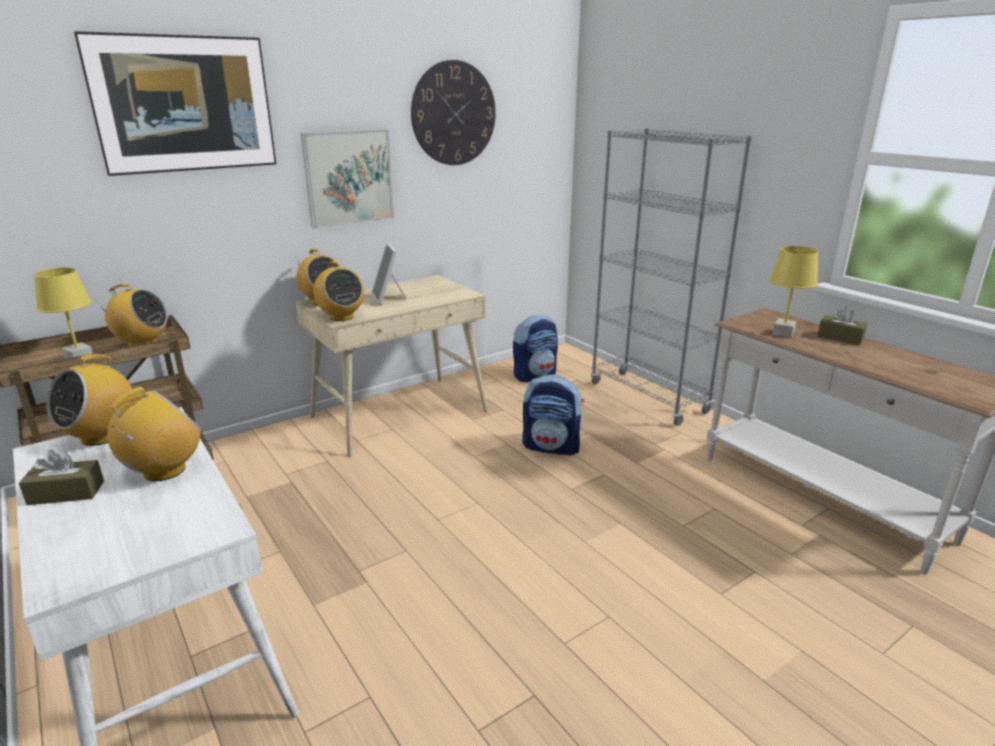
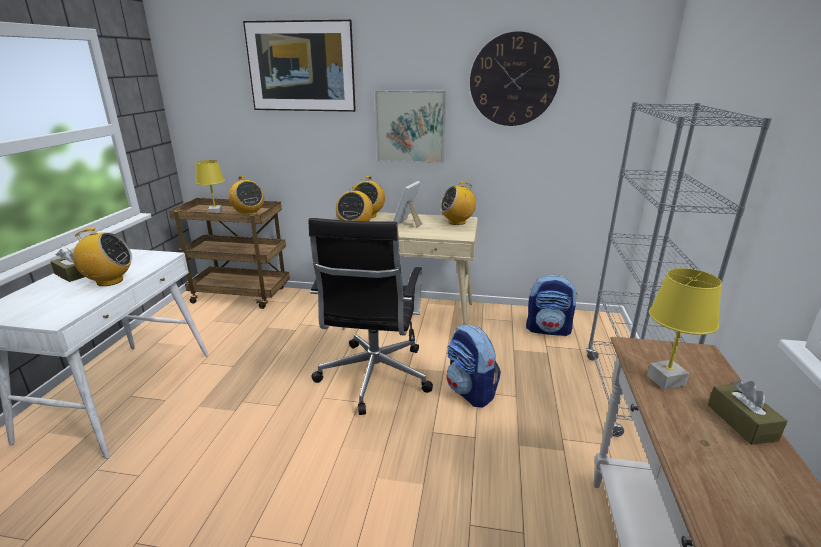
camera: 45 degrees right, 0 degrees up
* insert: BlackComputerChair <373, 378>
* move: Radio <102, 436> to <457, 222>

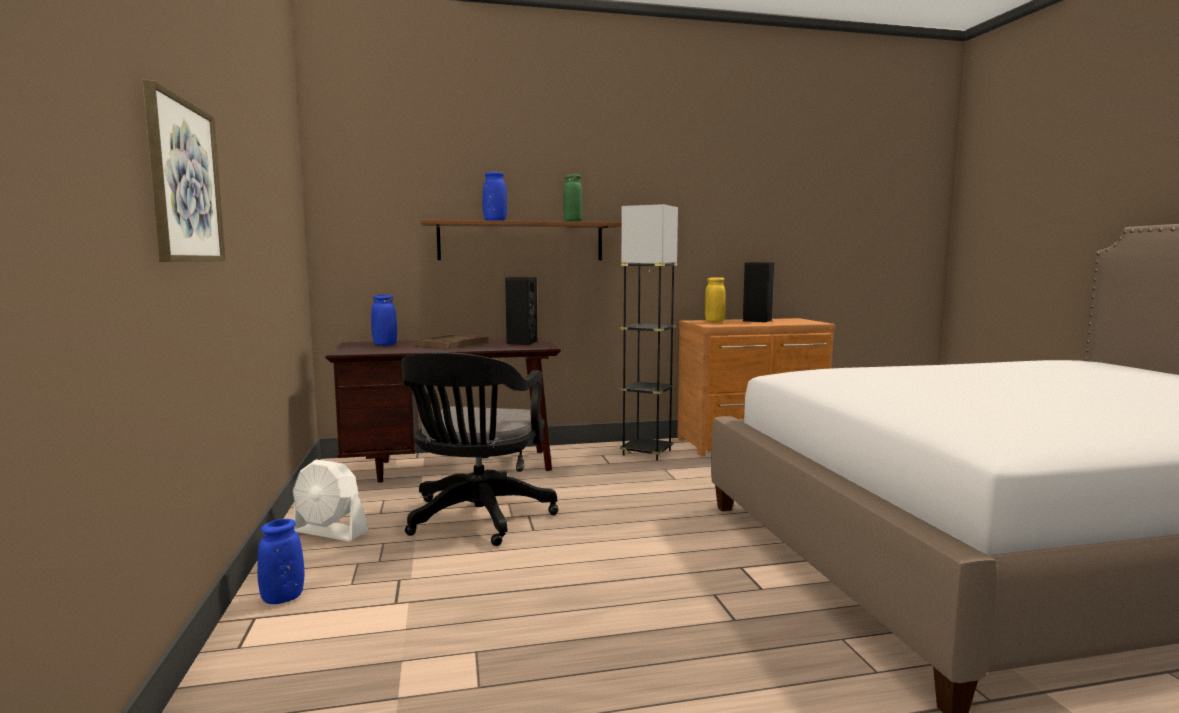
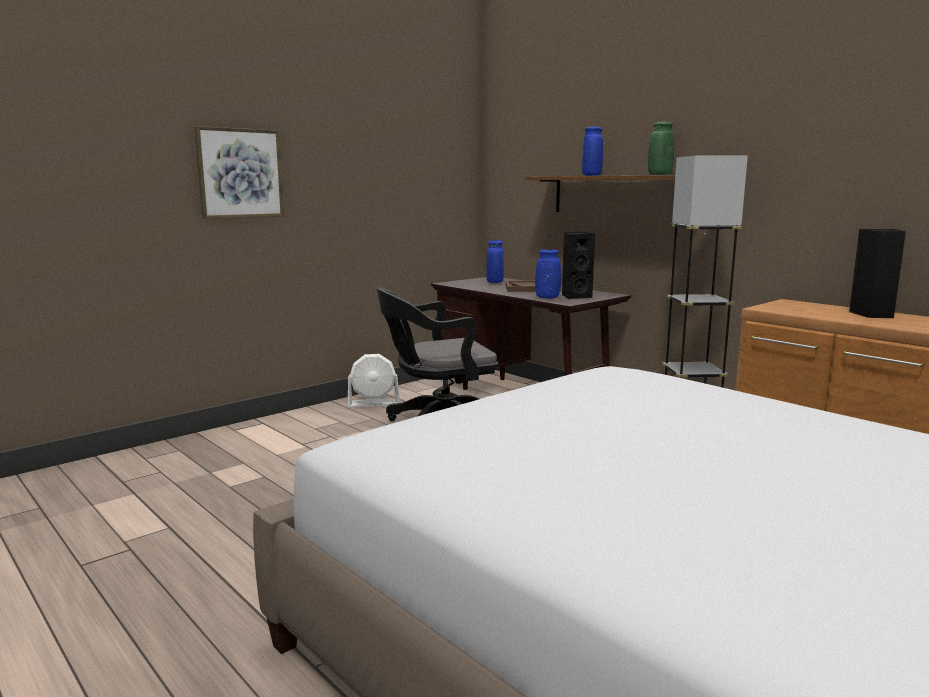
camera: 60 degrees right, 5 degrees up
* delete: YellowColouredDecorativeVase <714, 321>
* move: BlueDecorativeVase <283, 598> to <547, 297>
* rotate: WhiteColouredCoolingFan <330, 531> = <373, 403> 90 degrees counterclockwise

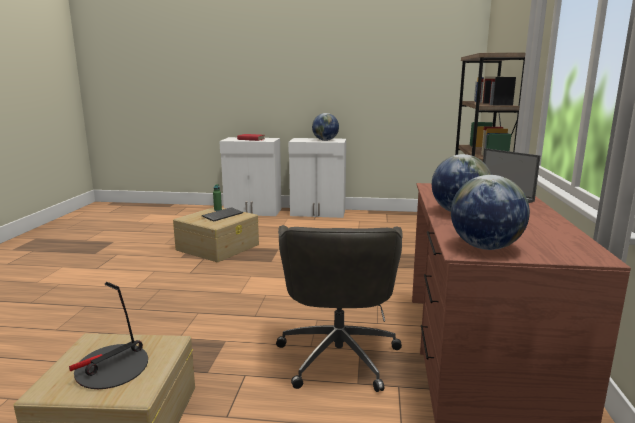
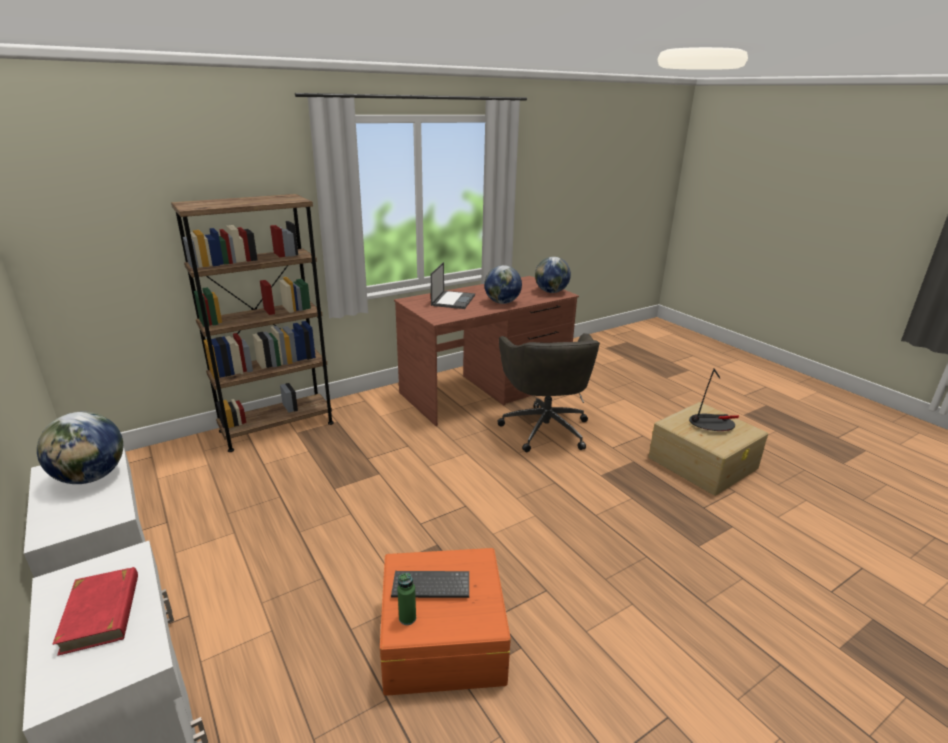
camera: 130 degrees left, 10 degrees up
* recolor: BeigeColouredStorageBox <218, 247> to OrangeyStorageBox <441, 637>
* rotate: GrayComputerChair <338, 354> = <545, 428> 120 degrees clockwise

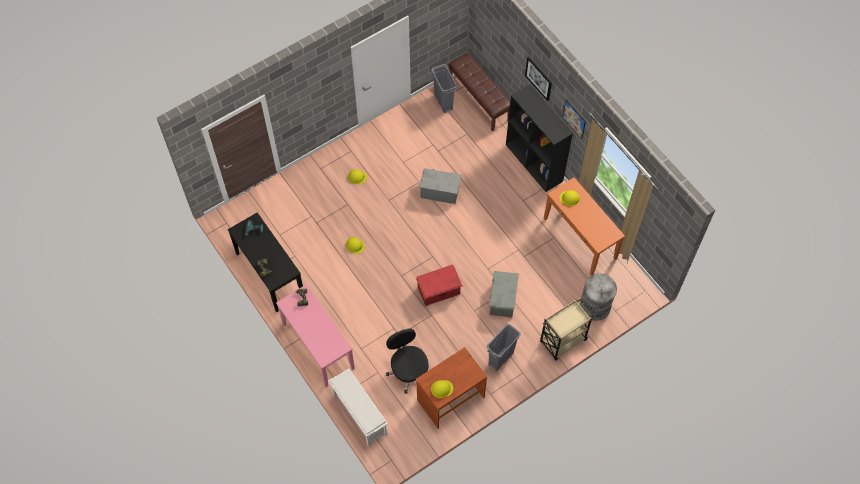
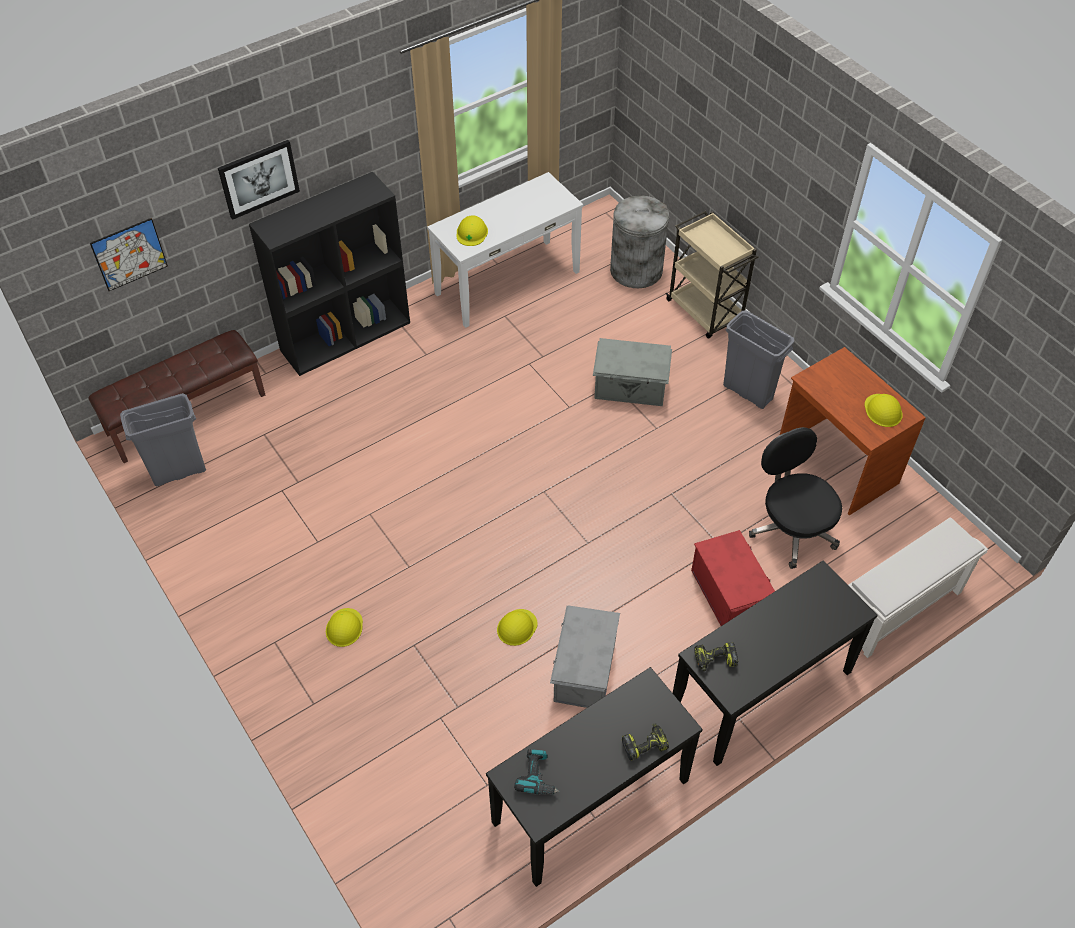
camera: 90 degrees left, 10 degrees down
* move: ReddishStorageBox <439, 291> to <729, 593>
* move: GrayStorageBox <439, 191> to <583, 670>
* move: WallArt <574, 119> to <129, 254>
* recolor: PinkColouredHallTable <318, 346> to BlackHallTable <761, 691>
* recolor: OrangeyHallTable <580, 238> to WhiteColouredHallTable <507, 282>
* rotate: BlackComputerChair <408, 370> = <791, 529> 90 degrees clockwise

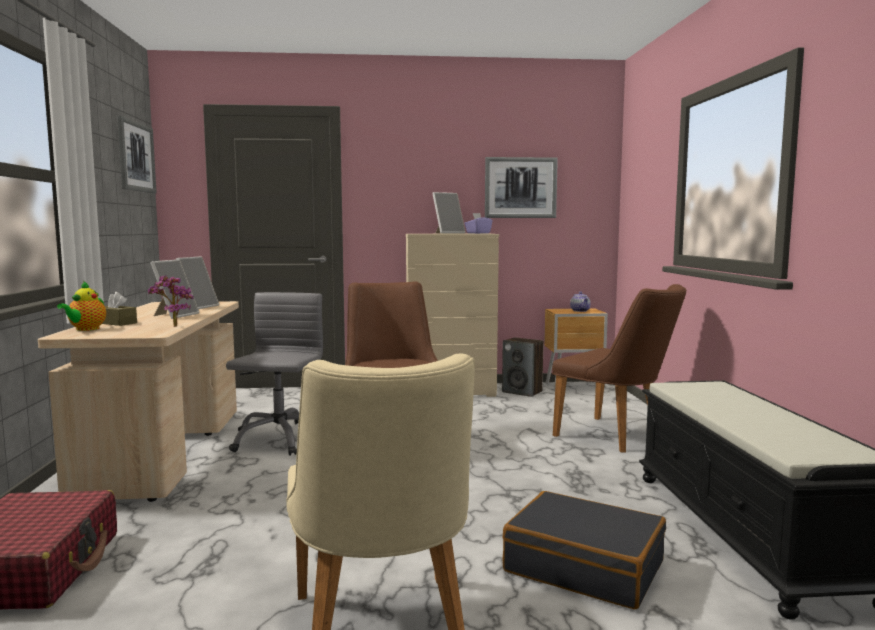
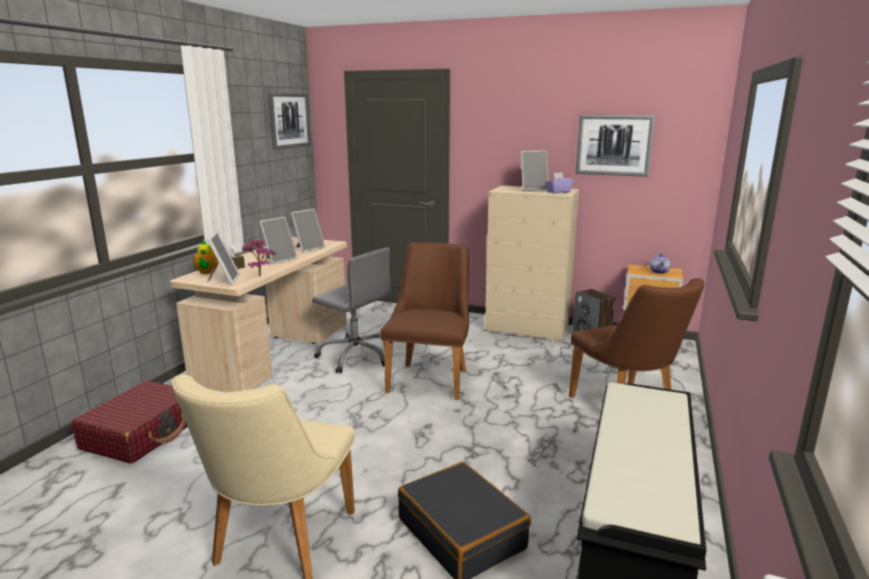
camera: 25 degrees right, 10 degrees up
* insert: PhotoFrame <224, 280>
* rotate: PotForTea <86, 329> = <207, 272> 45 degrees counterclockwise
* rotate: GrayComputerChair <279, 439> = <356, 356> 90 degrees clockwise

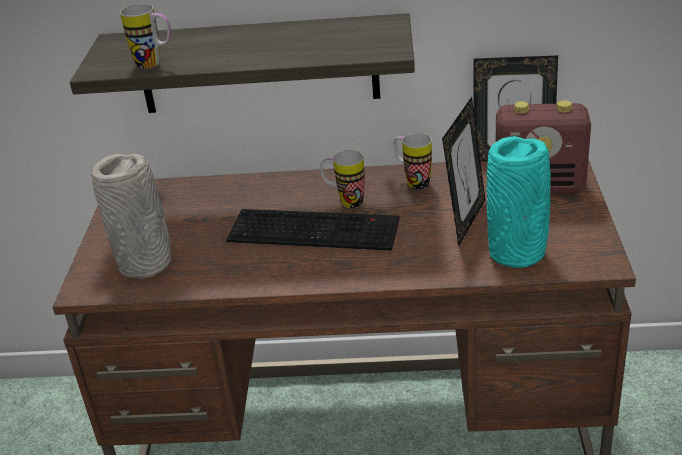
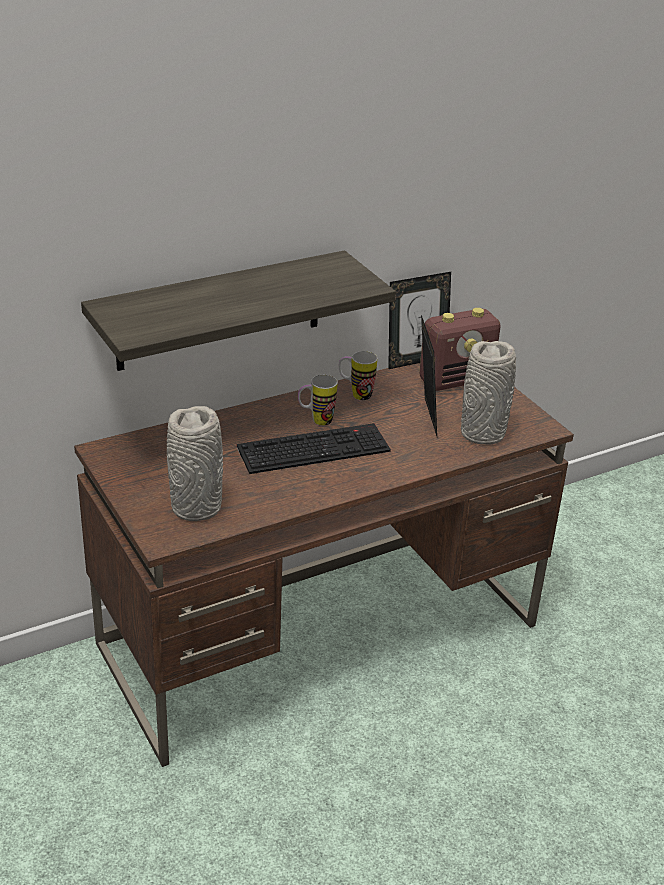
camera: 35 degrees left, 0 degrees up
* delete: TeaMug <155, 64>
* recolor: TurquoiseColouredDecorativeVase <518, 253> to GrayDecorativeVase <483, 433>

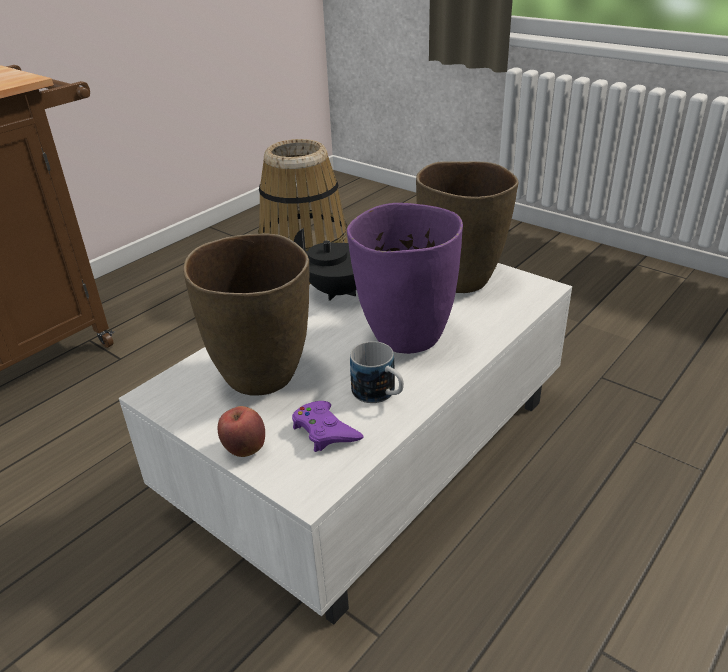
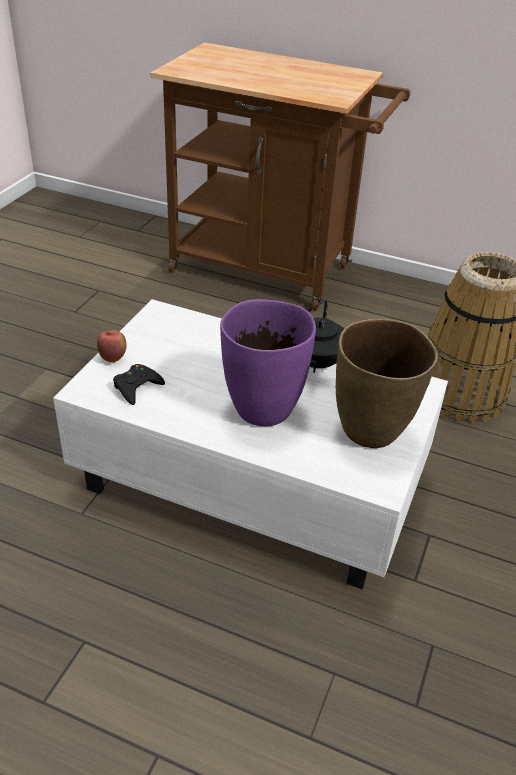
camera: 70 degrees right, 5 degrees up
* delete: BrownishDecorativeVase <263, 376>
* delete: TeaMug <380, 395>
* recolor: PurpleGamepad <325, 431> to BlackGamepad <137, 387>

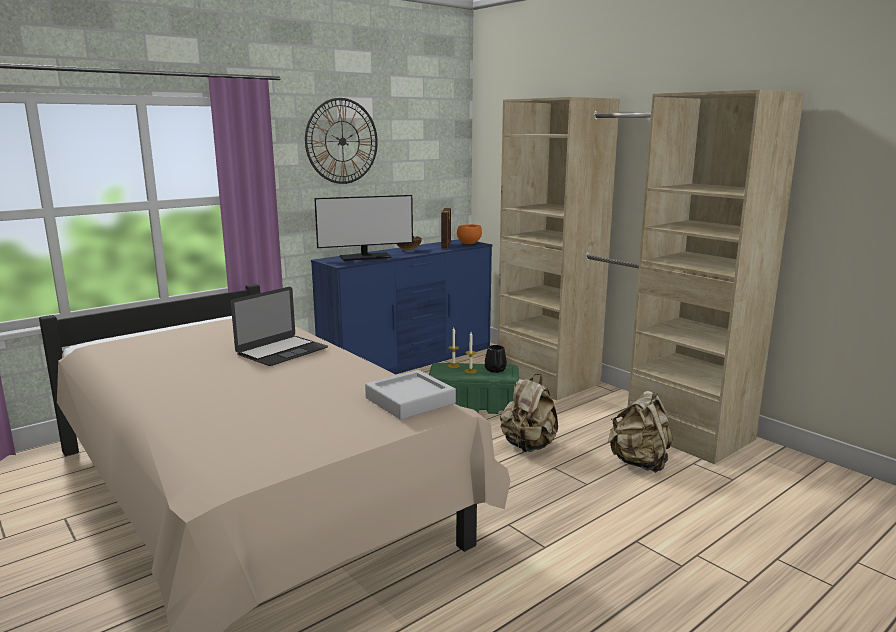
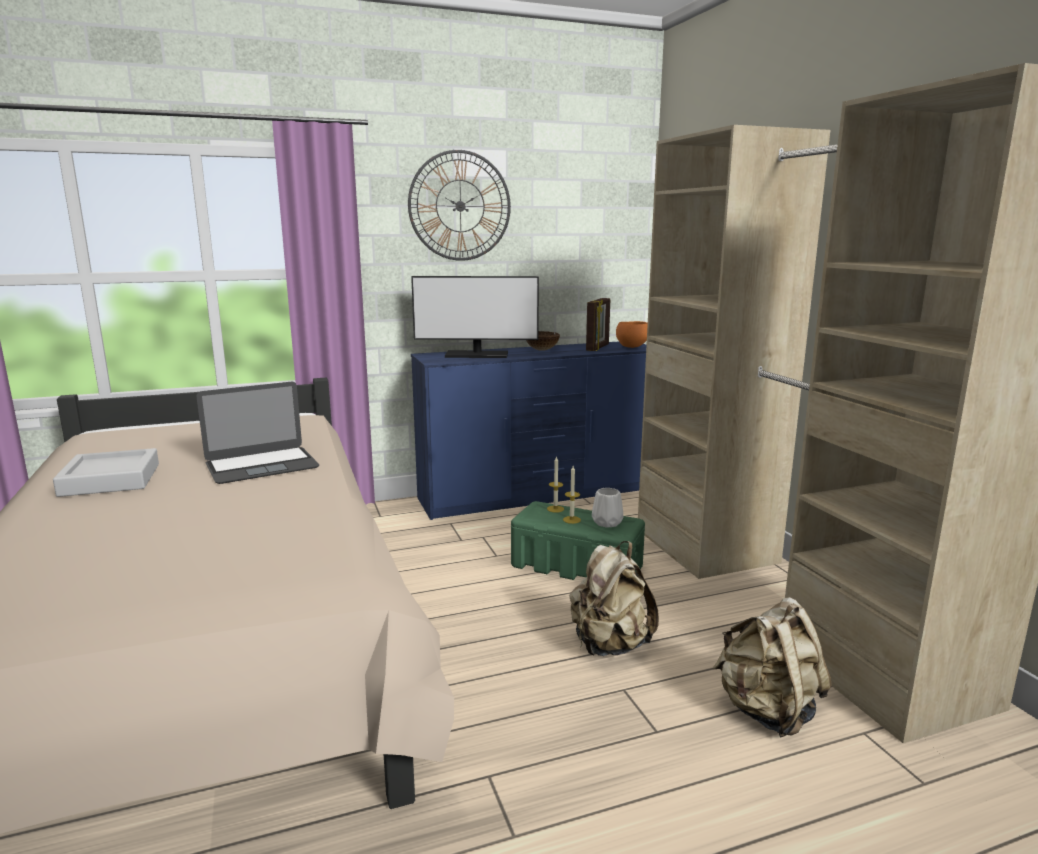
camera: 20 degrees right, 0 degrees up
* move: GrayServingTray <410, 401> to <110, 480>
* recolor: BlackDecorativeVase <495, 369> to WhiteColouredDecorativeVase <607, 522>

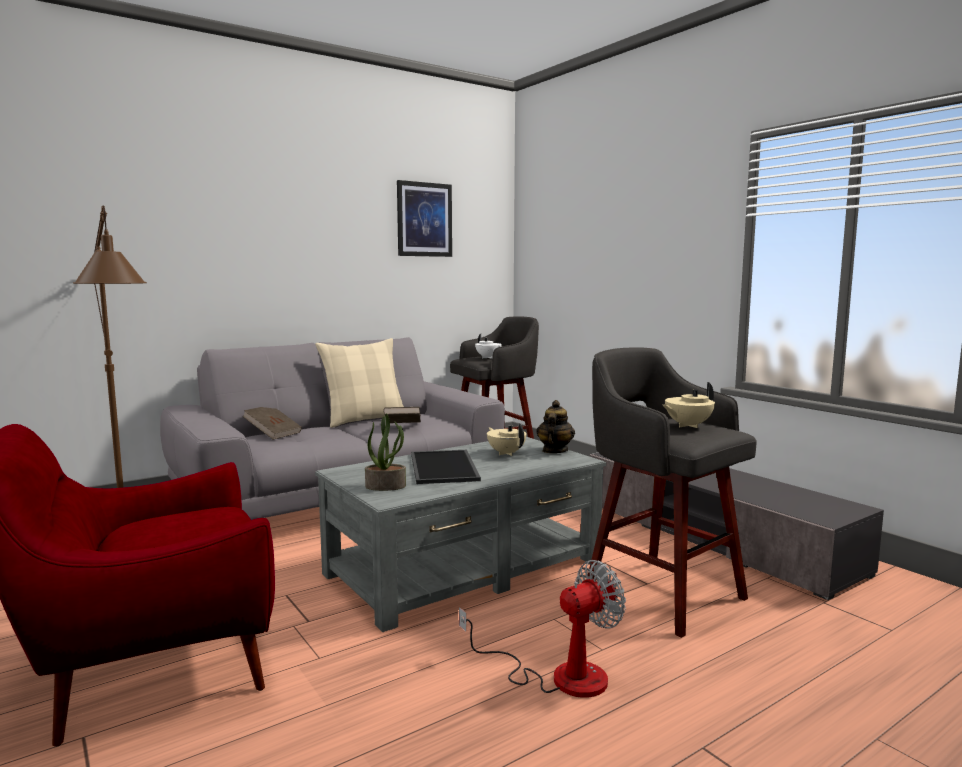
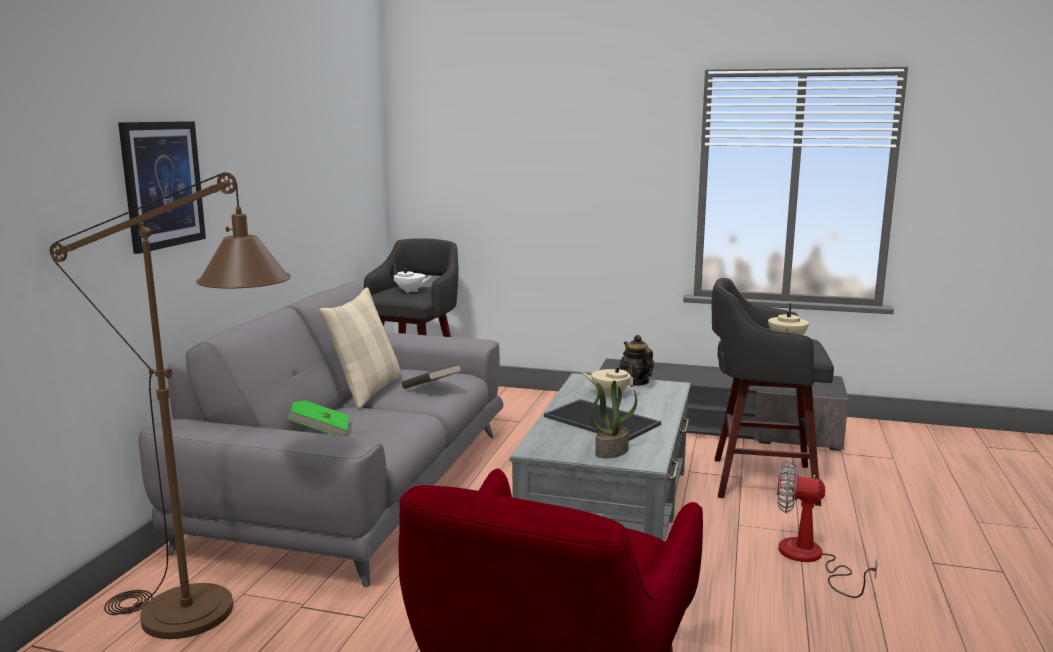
camera: 40 degrees left, 5 degrees up
* move: WallArt <424, 219> to <163, 184>
* recolor: BrownishVolume <273, 433> to GreenColouredVolume <320, 432>
* rotate: CoolingFan <559, 676> = <810, 559> 90 degrees counterclockwise

